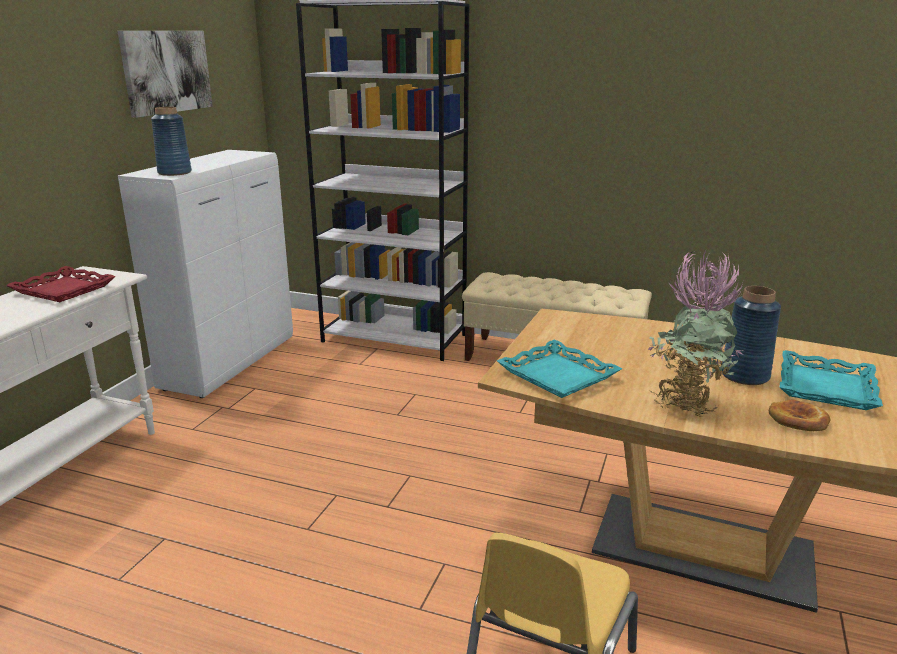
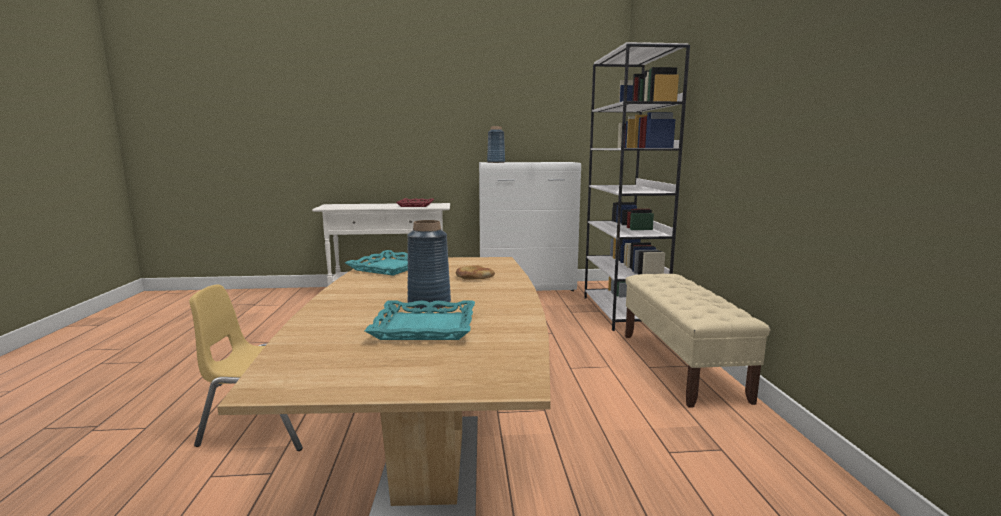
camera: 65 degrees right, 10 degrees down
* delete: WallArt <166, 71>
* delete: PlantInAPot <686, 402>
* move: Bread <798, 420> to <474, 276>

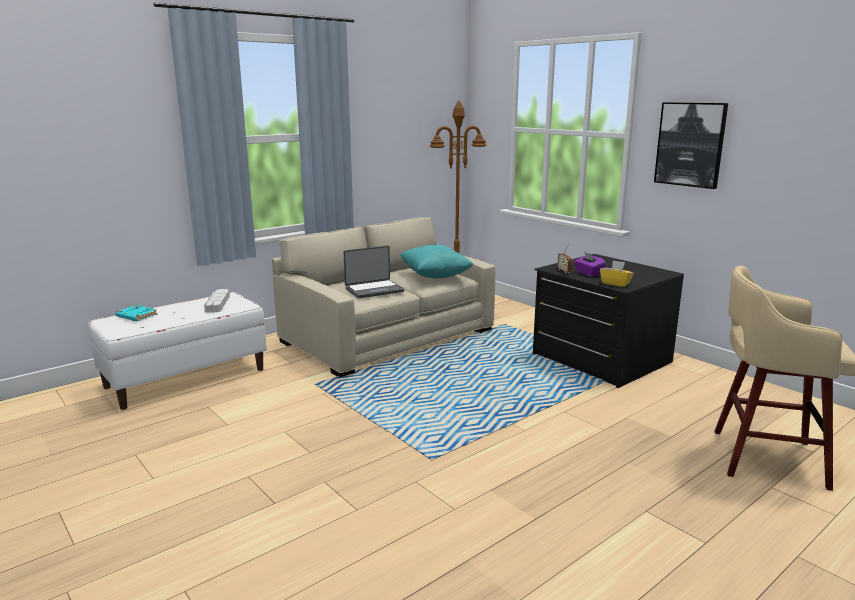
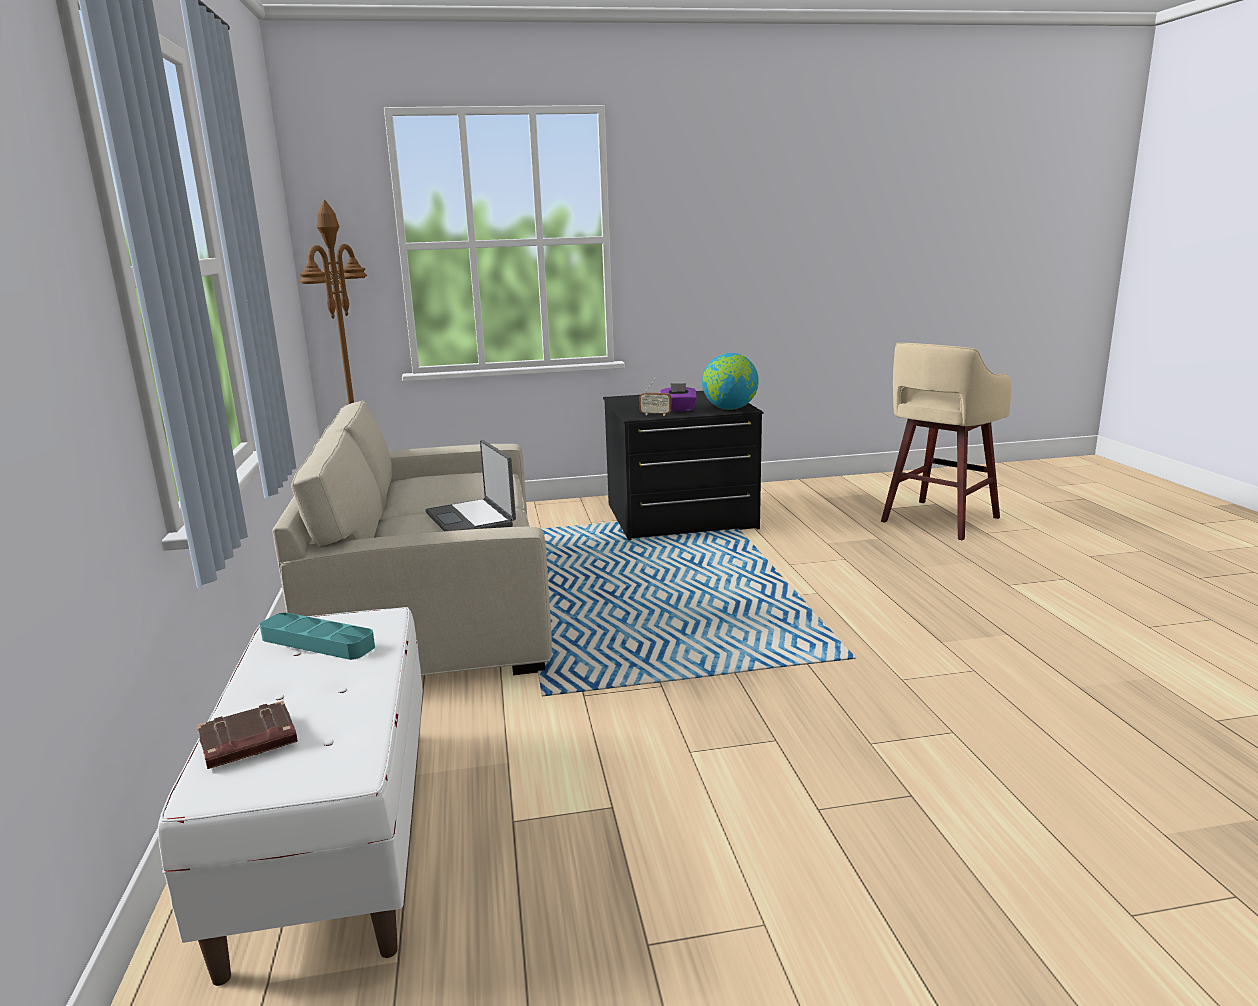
camera: 60 degrees left, 0 degrees up
* delete: TurquoiseColouredCushion <435, 276>
* delete: WallArt <690, 144>
* replace: YellowColouredTissueBox <615, 283> to DeskGlobe <729, 409>
* recolor: TurquoiseColouredVolume <136, 316> to BrownishVolume <248, 743>
* recolor: GrayServingTray <217, 303> to TurquoiseColouredServingTray <317, 642>
* rotate: Laptop <374, 290> = <472, 519> 150 degrees clockwise

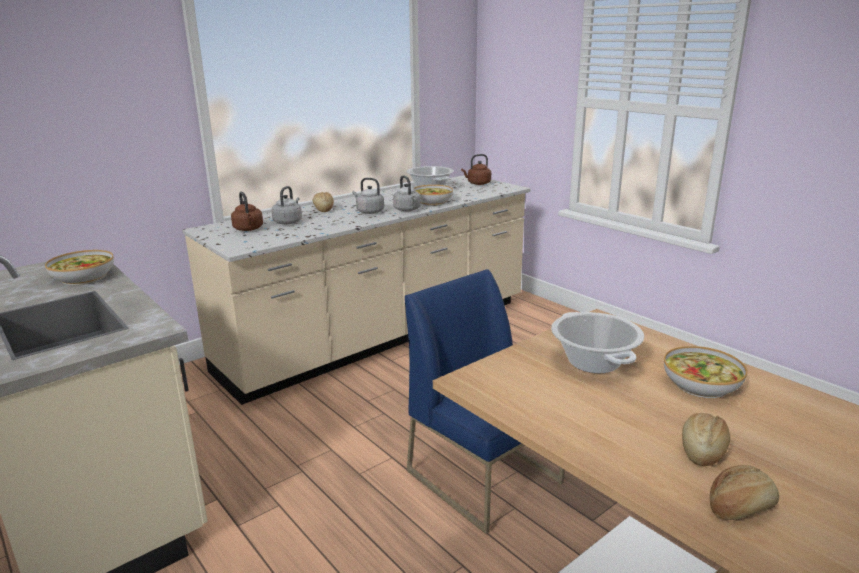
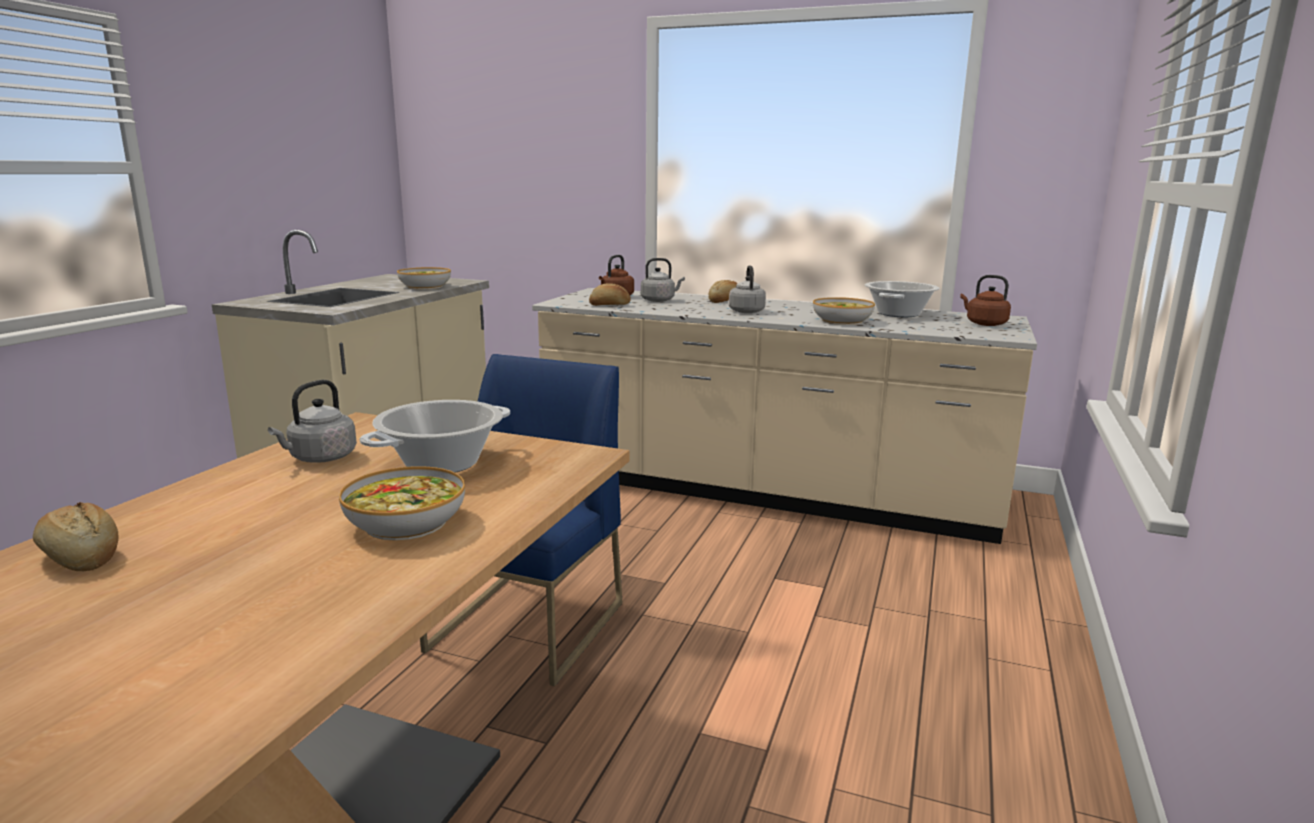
camera: 60 degrees right, 5 degrees down
* move: GrayWaterKettle <407, 210> to <320, 458>
* move: Bread <703, 450> to <609, 305>

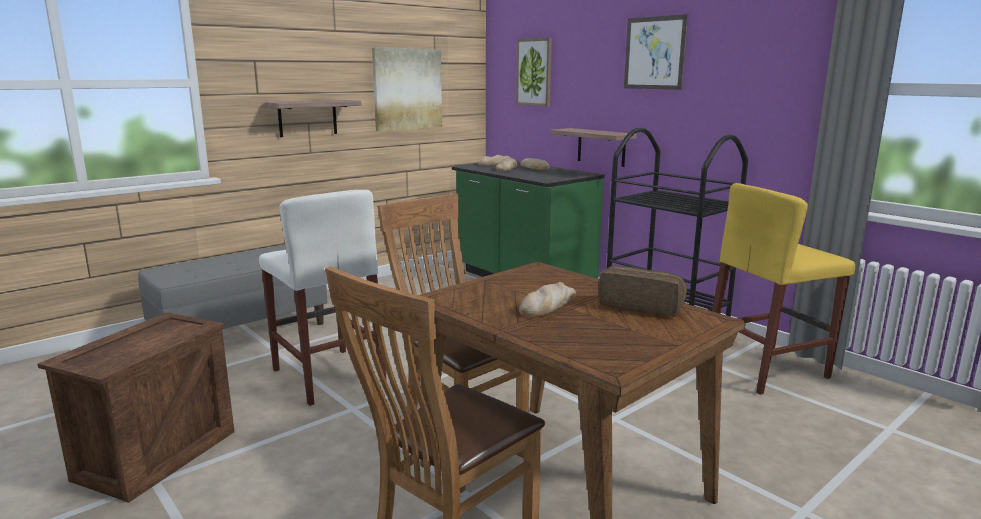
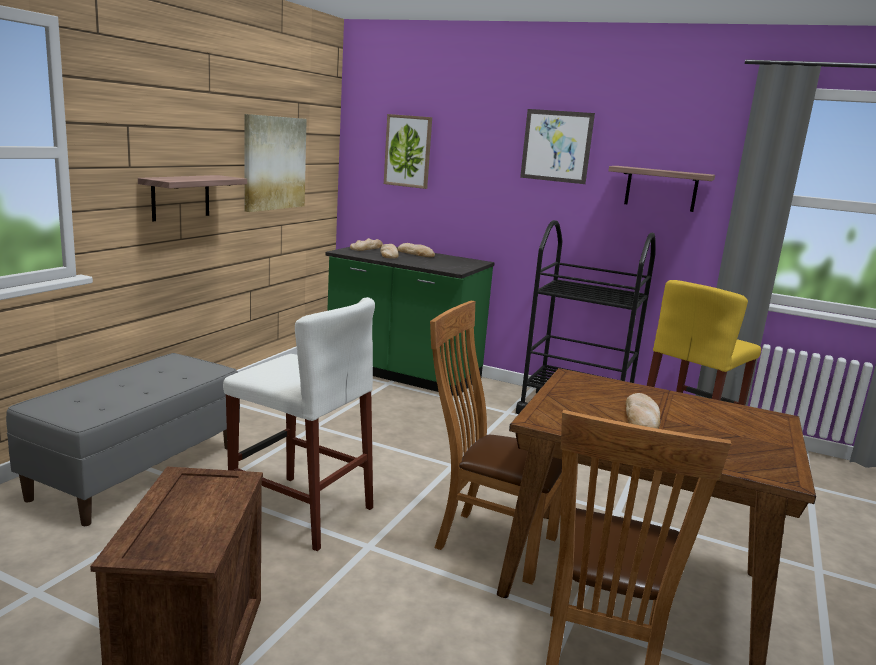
camera: 25 degrees left, 0 degrees up
* delete: Bread <641, 306>
* move: Shelf <601, 147> to <661, 189>

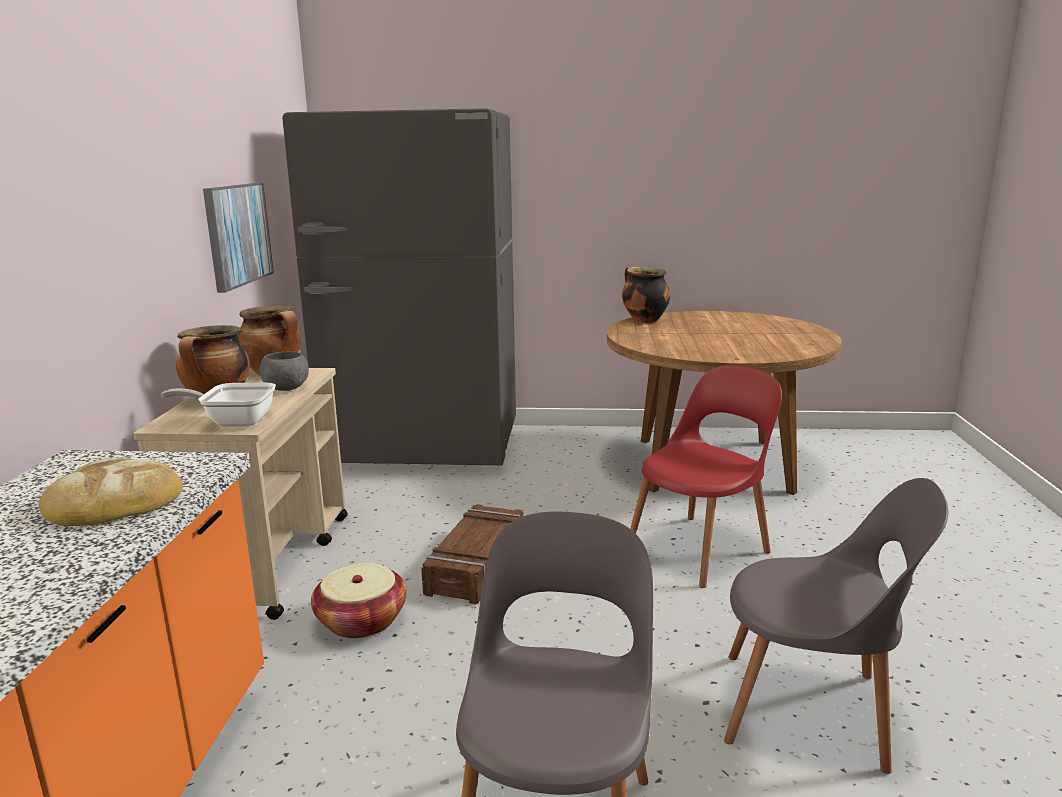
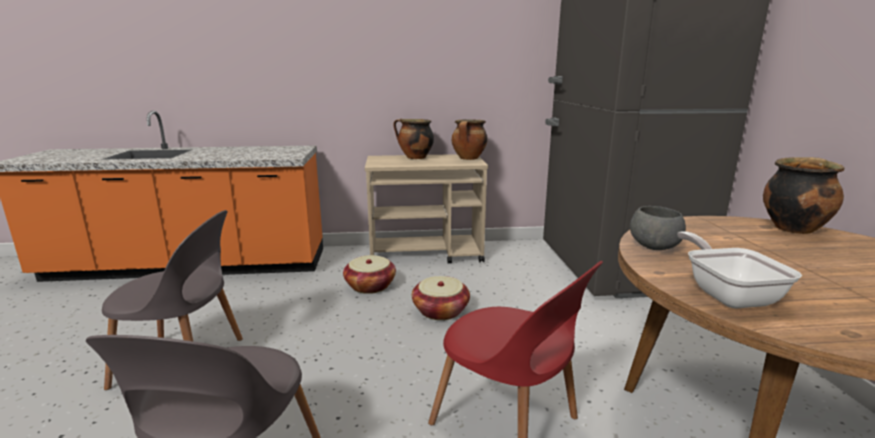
camera: 80 degrees right, 0 degrees up
* delete: Bread <113, 501>
* delete: WallArt <237, 234>
* move: Pan <234, 421> to <727, 294>
* move: GrayServingBowl <286, 389> to <653, 247>
* replace: Crate <478, 564> to Basket <440, 311>

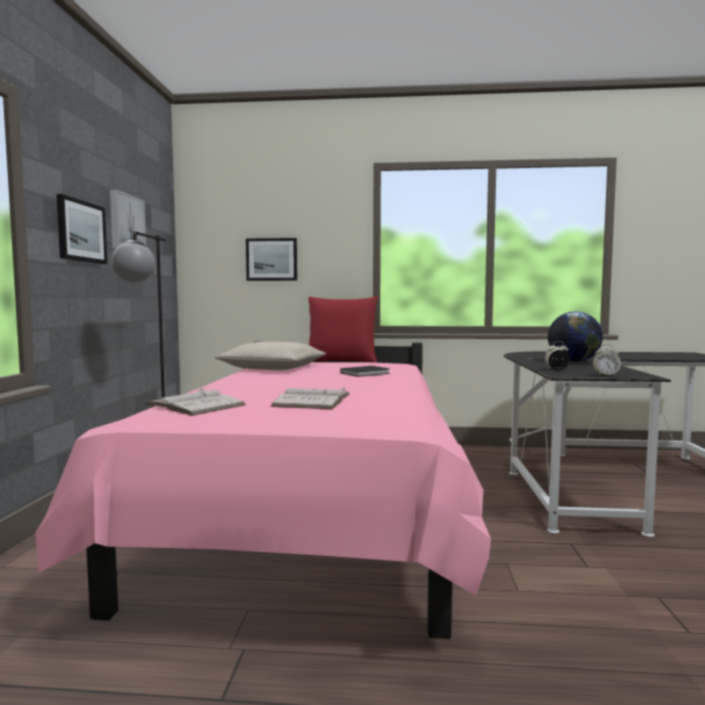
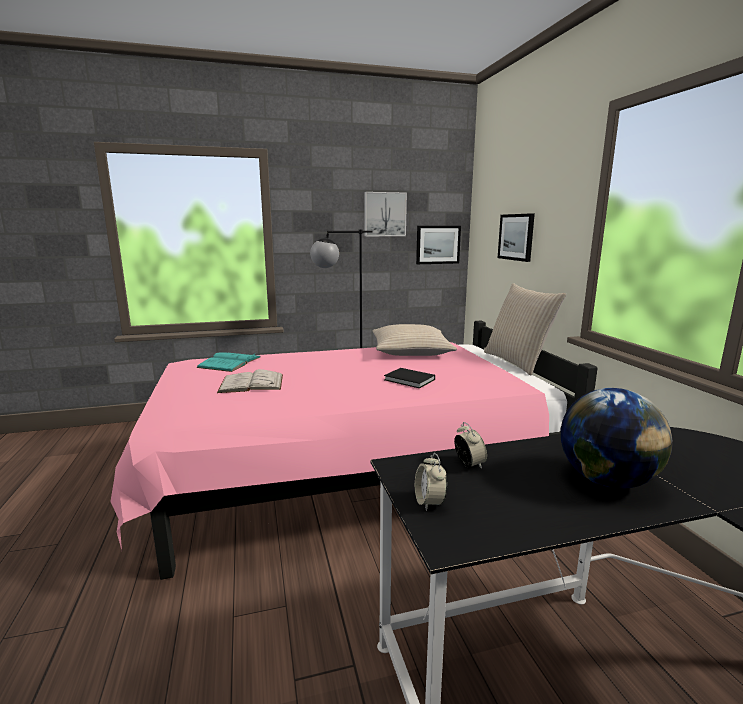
camera: 70 degrees right, 10 degrees up
* move: WallArt <81, 231> to <438, 244>
* recolor: WhiteColouredVolume <195, 404> to TurquoiseColouredVolume <229, 362>
* recolor: ReddishCushion <341, 361> to BeigeColouredCushion <517, 362>

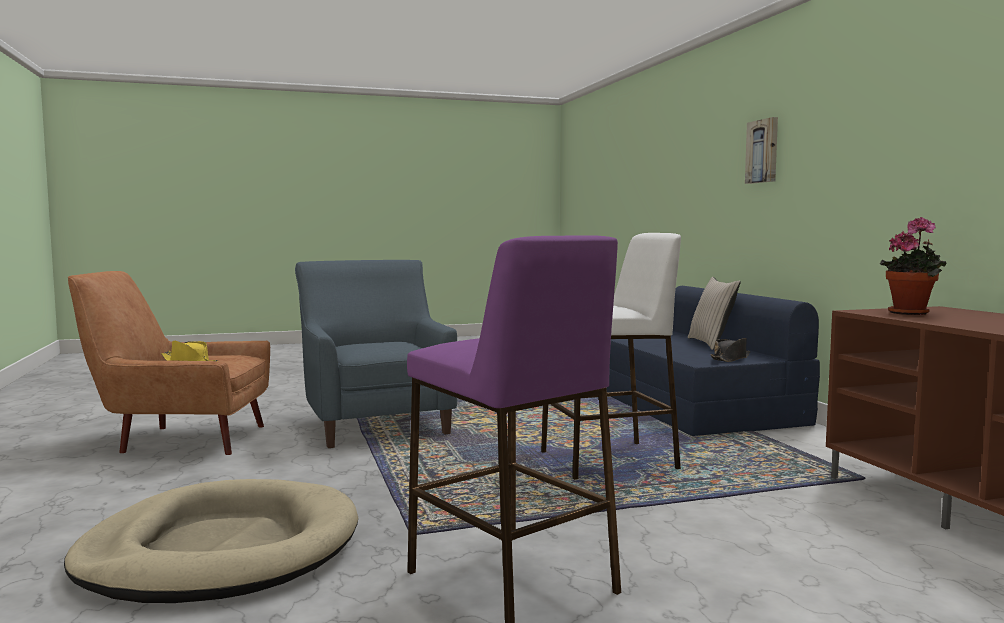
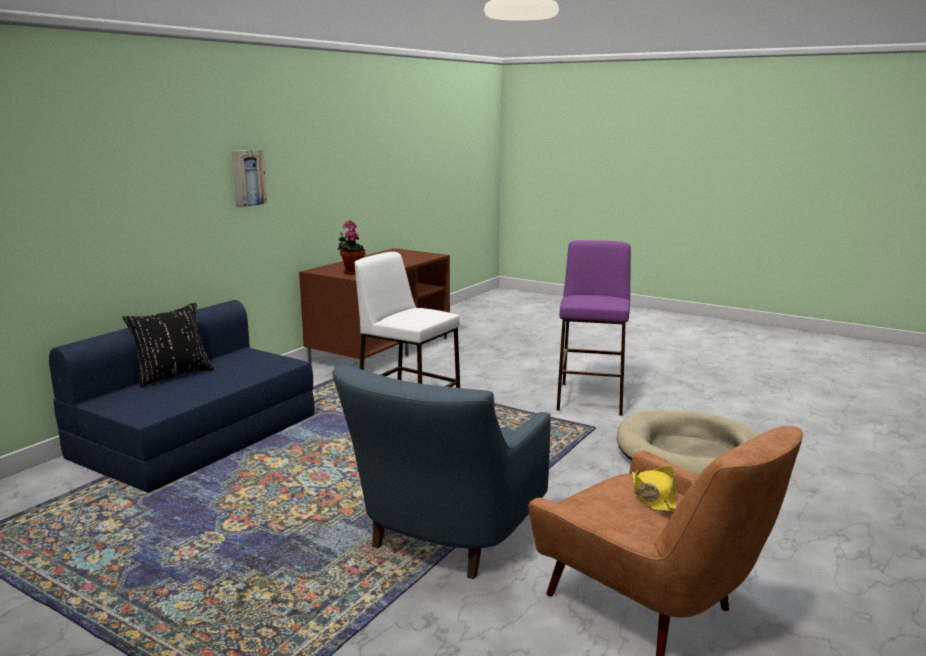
camera: 130 degrees left, 10 degrees up
* delete: BlackHat <730, 359>
* move: WallArt <763, 151> to <248, 177>
* recolor: BeigeColouredCushion <711, 344> to BlackCushion <172, 375>

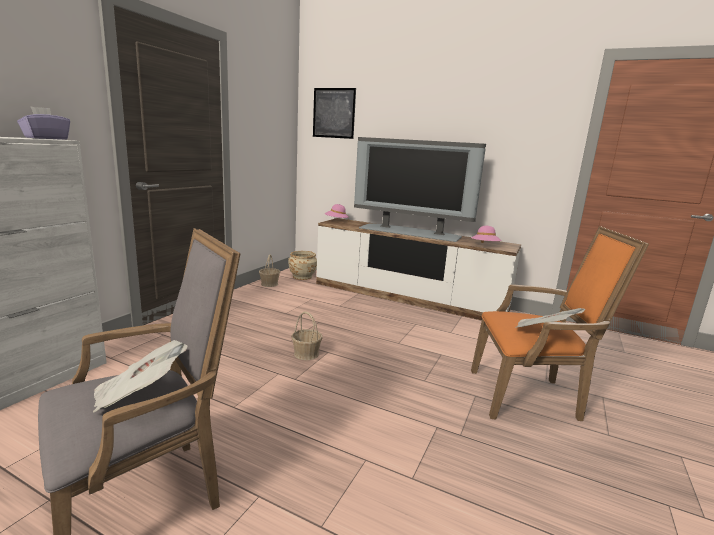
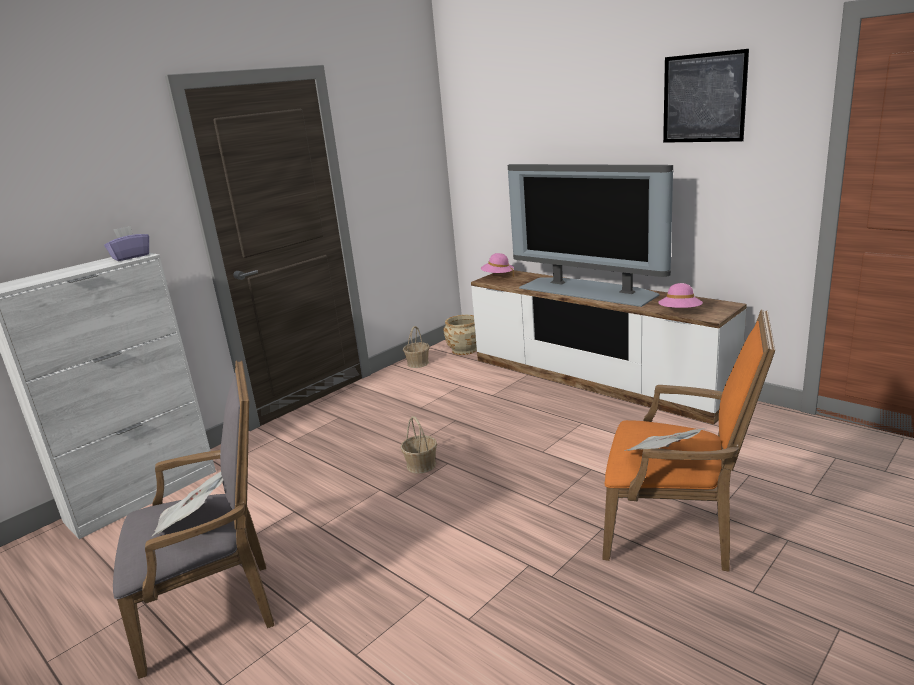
camera: 20 degrees right, 5 degrees up
* move: WallArt <334, 113> to <704, 98>

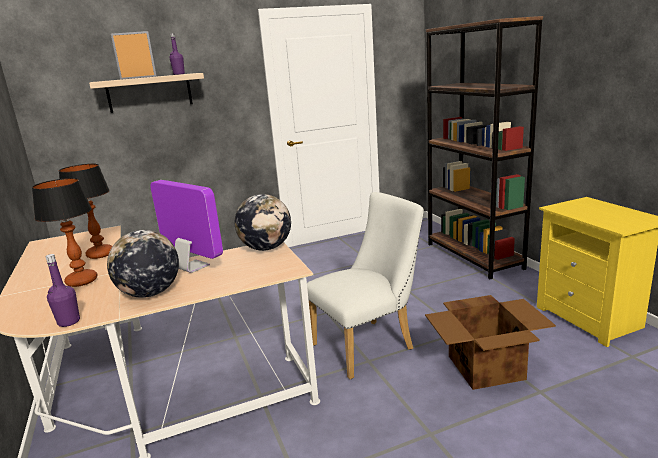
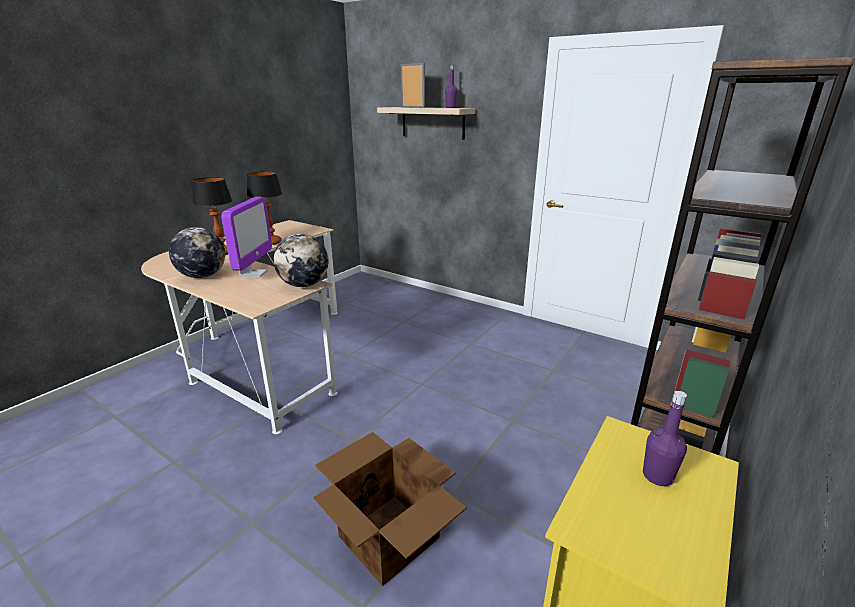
camera: 55 degrees right, 5 degrees up
* delete: WhiteColouredChair <369, 345>
* move: PurpleBottle <69, 322> to <657, 476>

